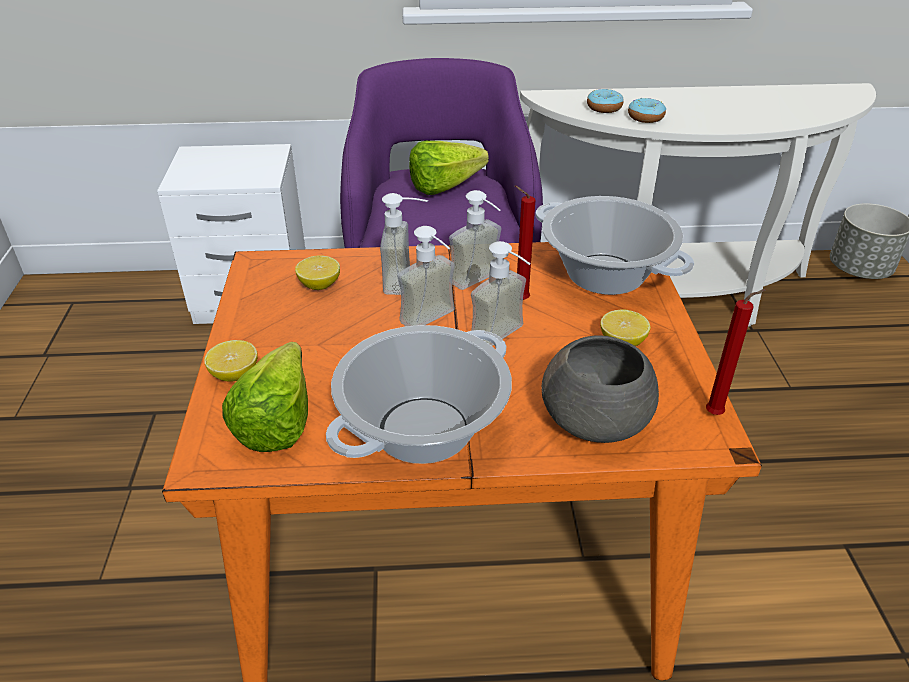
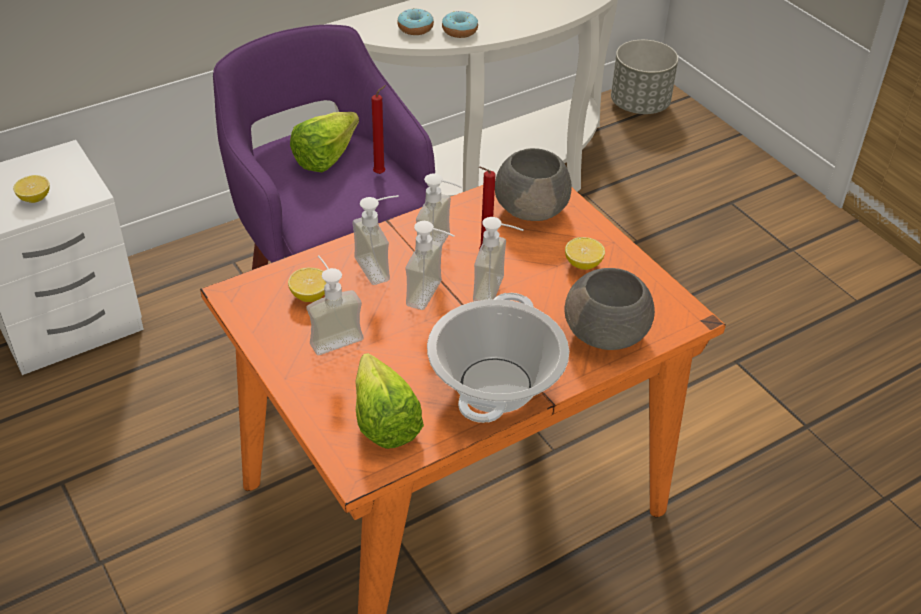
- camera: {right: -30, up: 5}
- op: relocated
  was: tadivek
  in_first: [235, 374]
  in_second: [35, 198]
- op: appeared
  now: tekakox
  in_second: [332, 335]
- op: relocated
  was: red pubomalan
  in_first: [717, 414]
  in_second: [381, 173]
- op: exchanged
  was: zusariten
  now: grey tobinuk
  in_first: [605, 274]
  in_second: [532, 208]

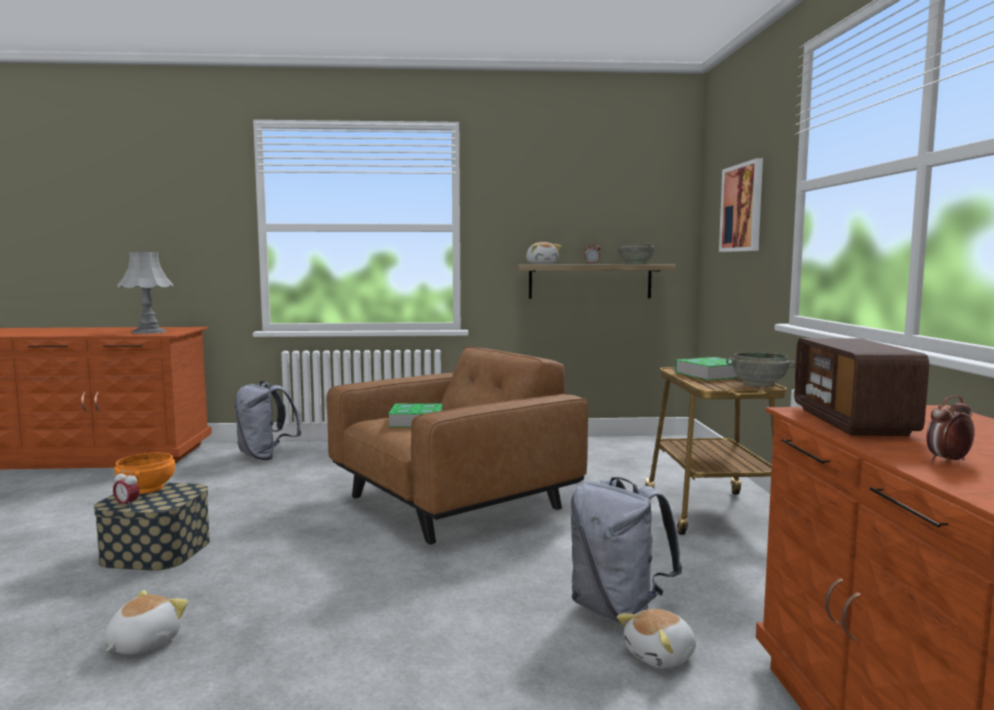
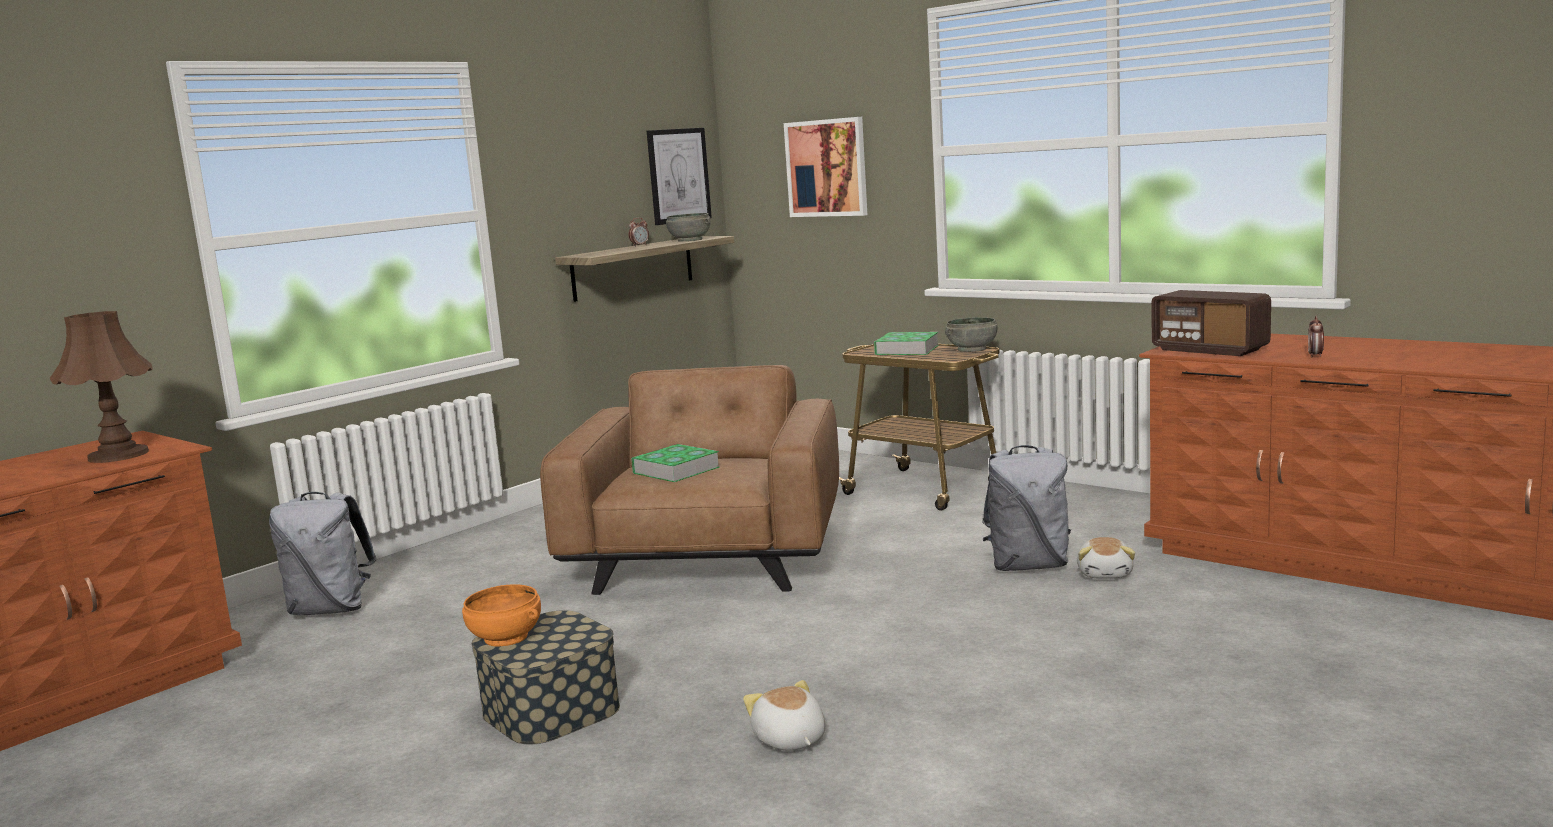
- camera: {right: -45, up: 5}
- op: colour
  was: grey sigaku
  now: brown sigaku
  in_first: [149, 332]
  in_second: [119, 455]
- op: appeared
  now: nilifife
  in_second: [678, 175]
- op: missing
  was: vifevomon
  in_first: [127, 505]
- op: missing
  was: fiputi
  in_first: [542, 264]

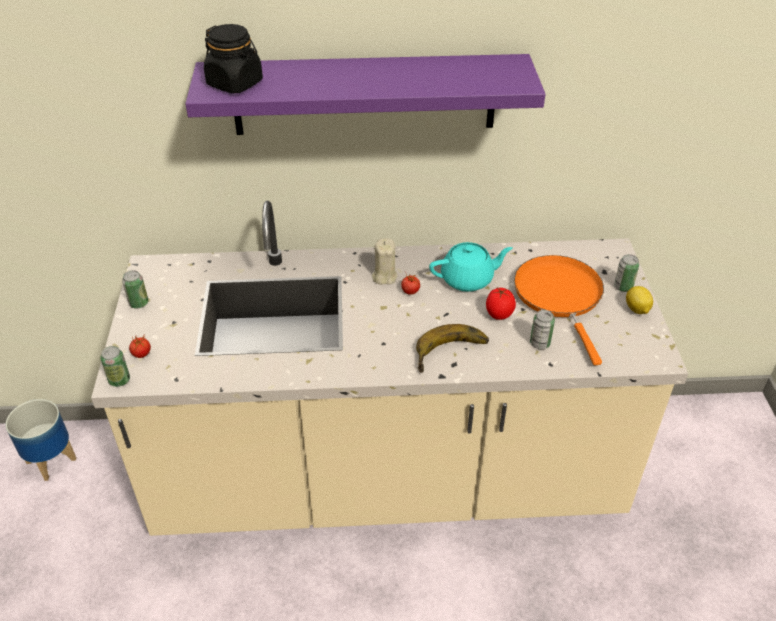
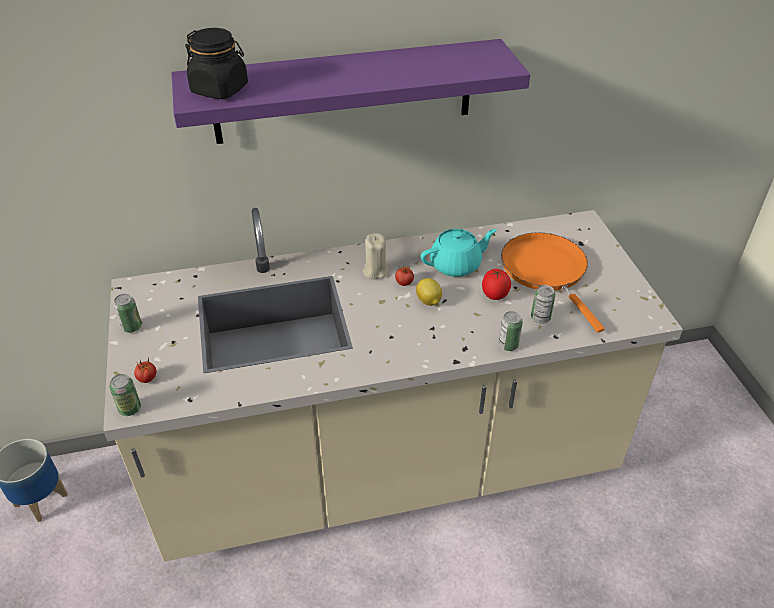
- camera: {right: -10, up: 0}
- op: relocated
  was: tadivek
  in_first: [637, 310]
  in_second: [428, 301]
- op: relocated
  was: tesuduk
  in_first: [623, 287]
  in_second: [508, 345]
- op: missing
  was: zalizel
  in_first: [452, 354]

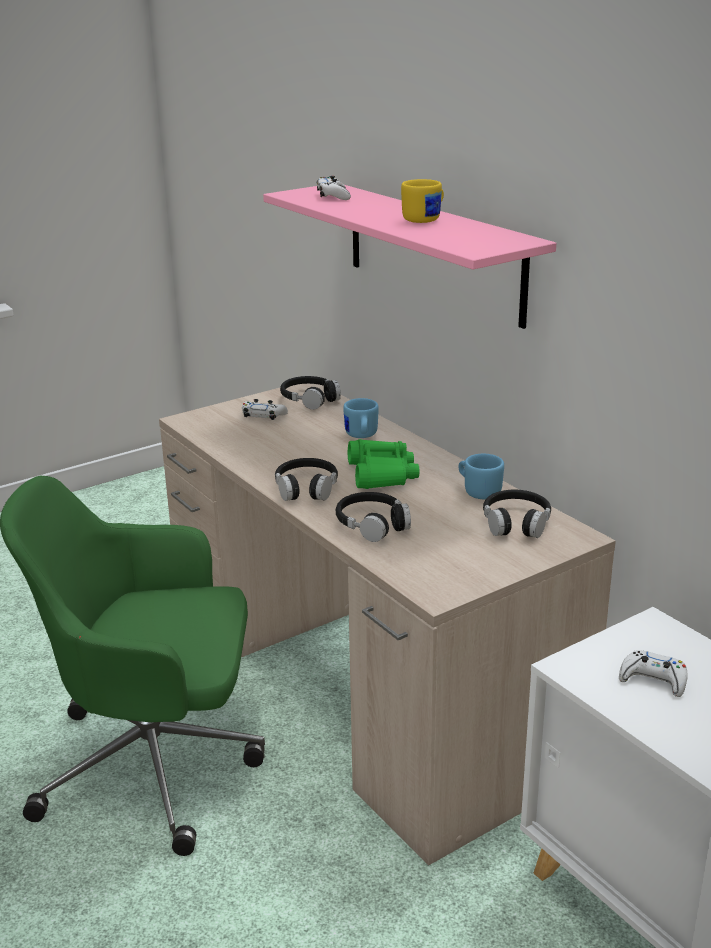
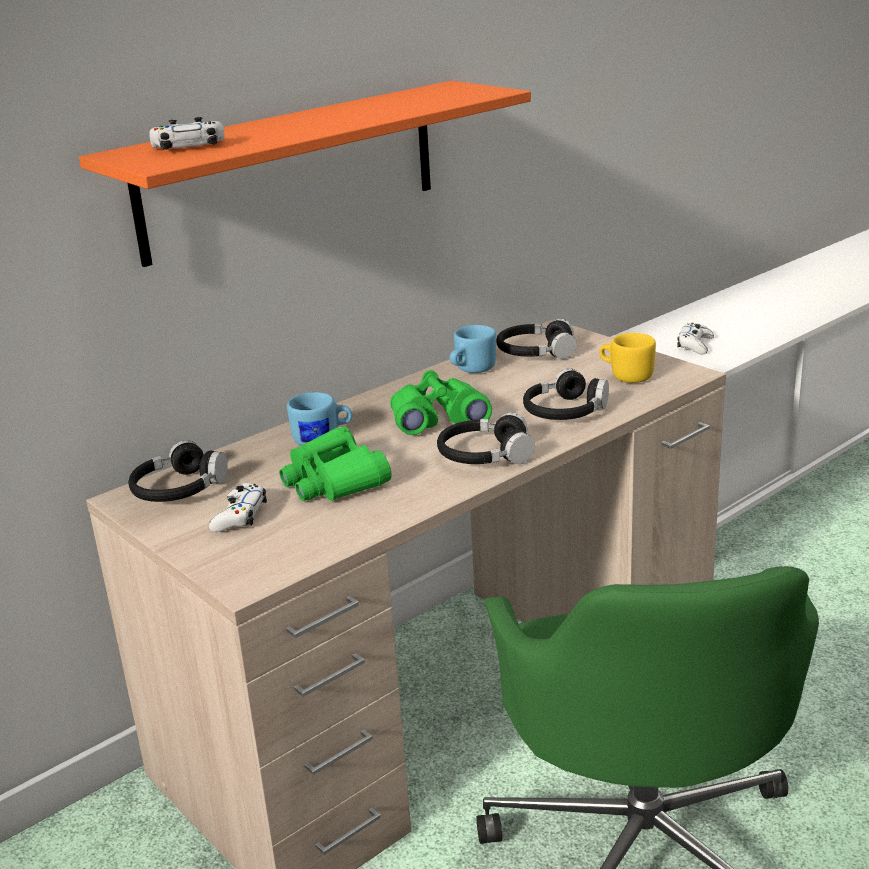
- camera: {right: -95, up: 0}
- op: colour
  was: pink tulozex
  now: orange tulozex
  in_first: [433, 252]
  in_second: [291, 170]
- op: appeared
  now: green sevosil
  in_second: [333, 480]
- op: relocated
  was: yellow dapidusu
  in_first: [425, 219]
  in_second: [626, 376]

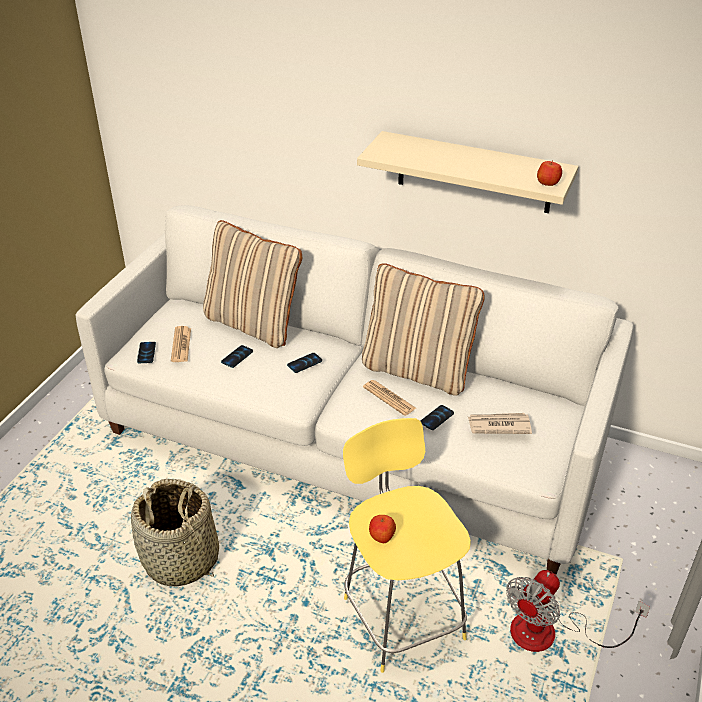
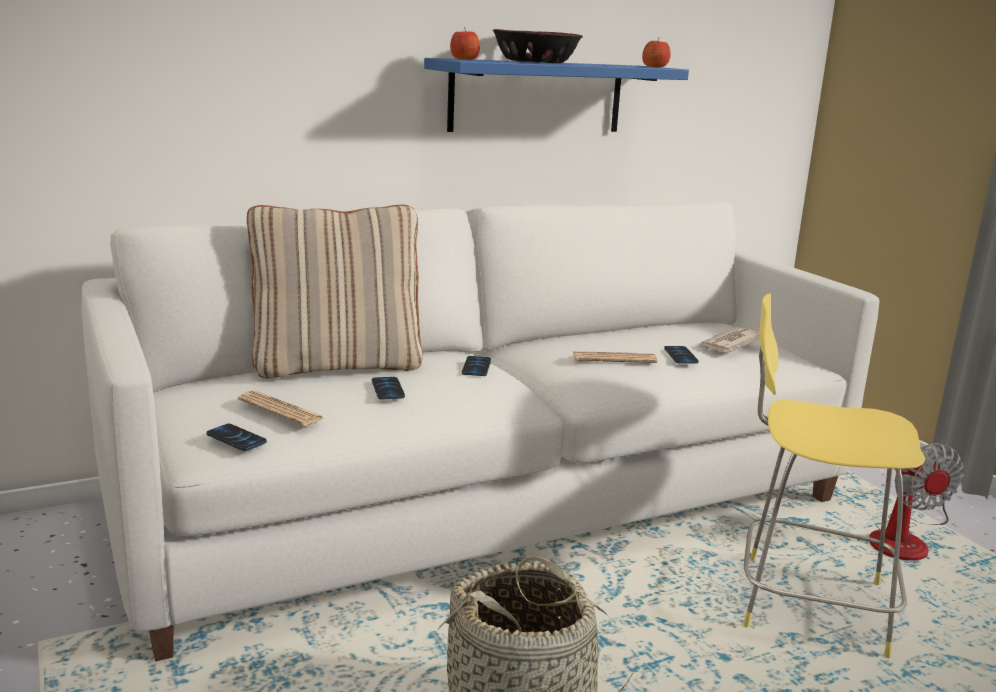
- camera: {right: -50, up: -20}
- op: colour
  was: beige tulozex
  now: blue tulozex
  in_first: [474, 173]
  in_second: [537, 97]
- op: relocated
  was: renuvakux
  in_first: [382, 535]
  in_second: [464, 59]
- op: appeared
  now: tobinuk
  in_second: [536, 62]
- op: missing
  was: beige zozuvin
  in_first: [418, 370]

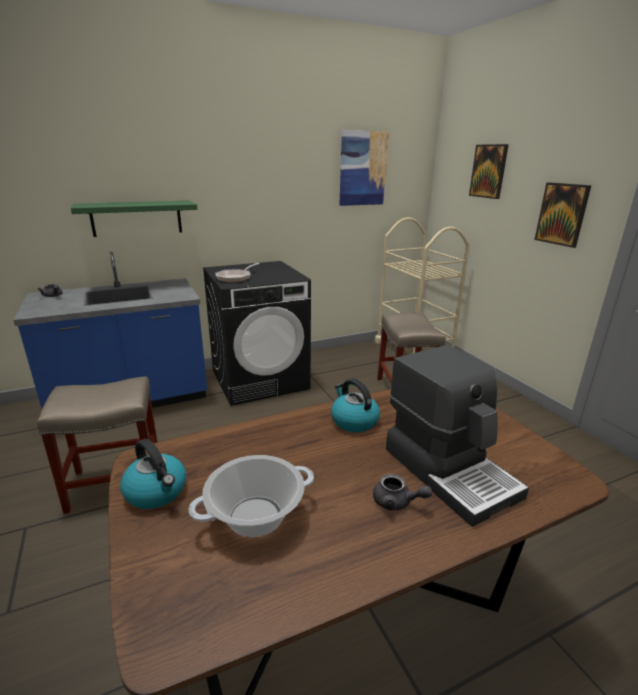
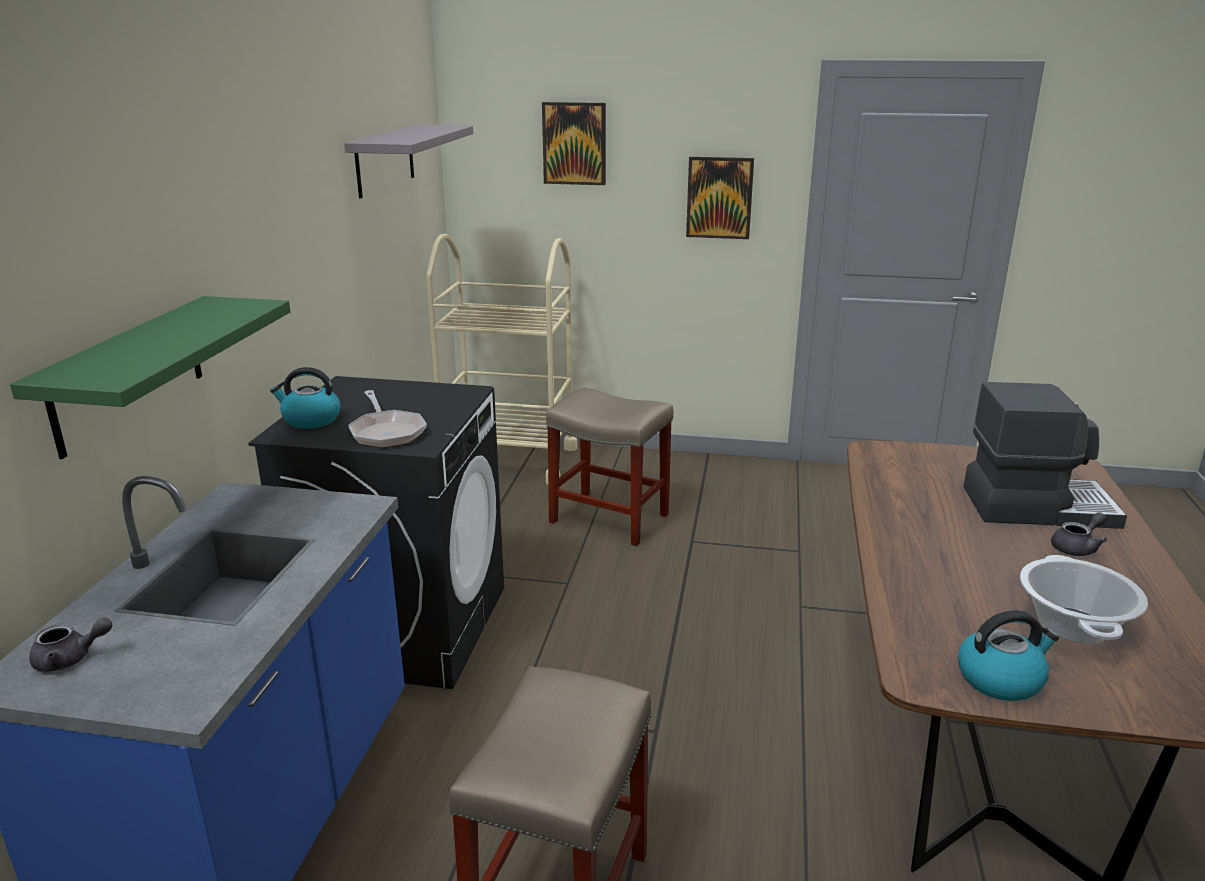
- camera: {right: -55, up: 0}
- op: relocated
  was: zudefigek
  in_first: [353, 421]
  in_second: [310, 420]
- op: exchanged
  was: nilifife
  now: grey tulozex
  in_first: [363, 169]
  in_second: [385, 160]

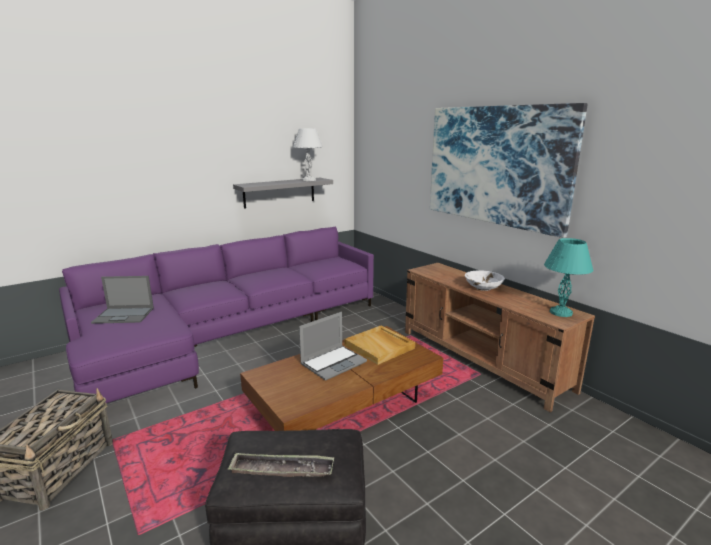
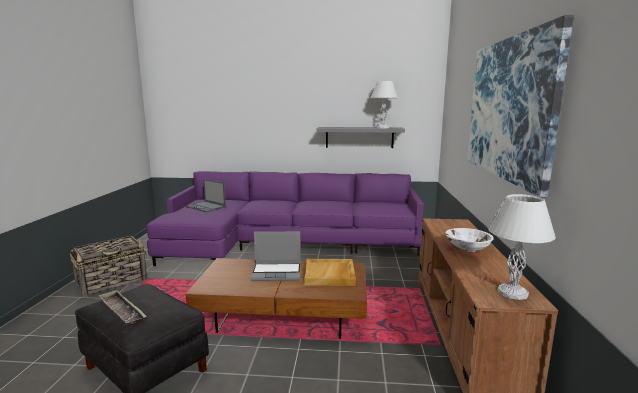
- camera: {right: 40, up: -5}
- op: colour
  was: turquoise sigaku
  now: white sigaku
  in_first: [560, 312]
  in_second: [513, 292]

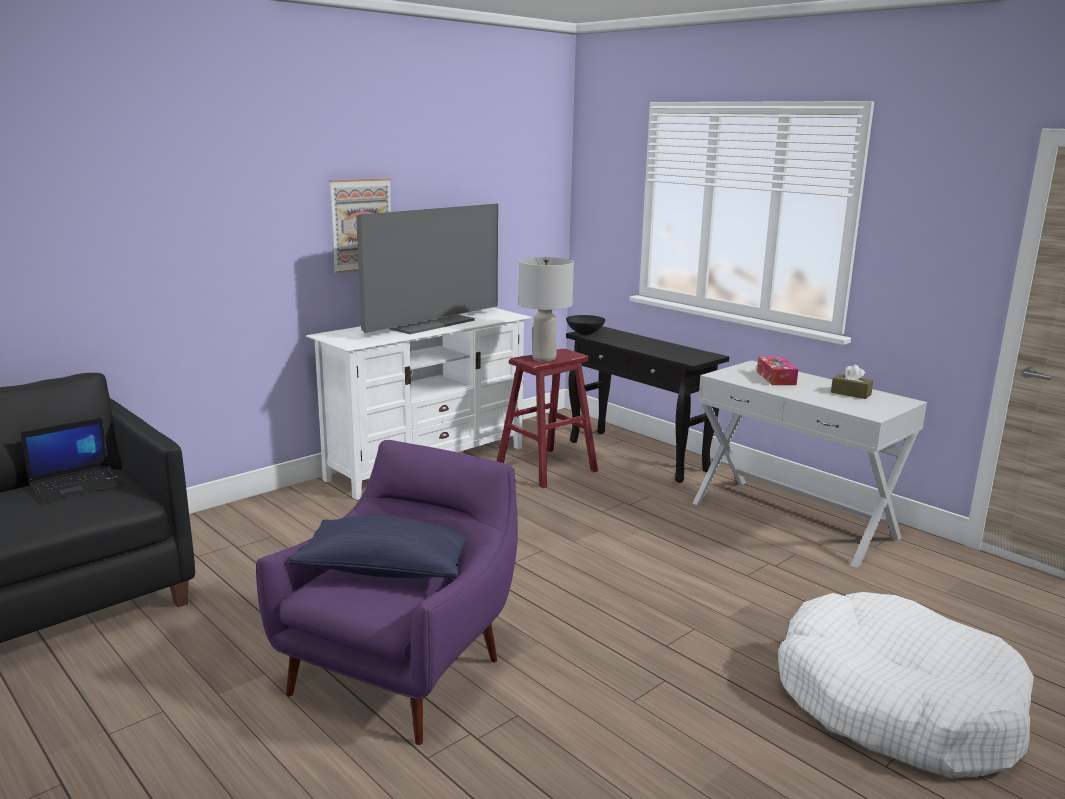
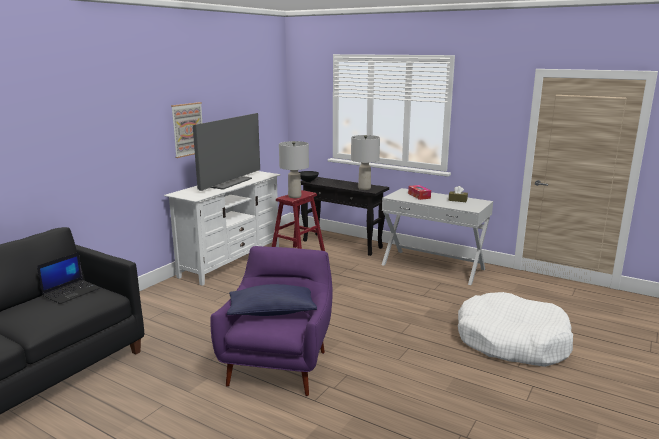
- camera: {right: -15, up: 0}
- op: appeared
  now: grey sigaku
  in_second: [364, 188]

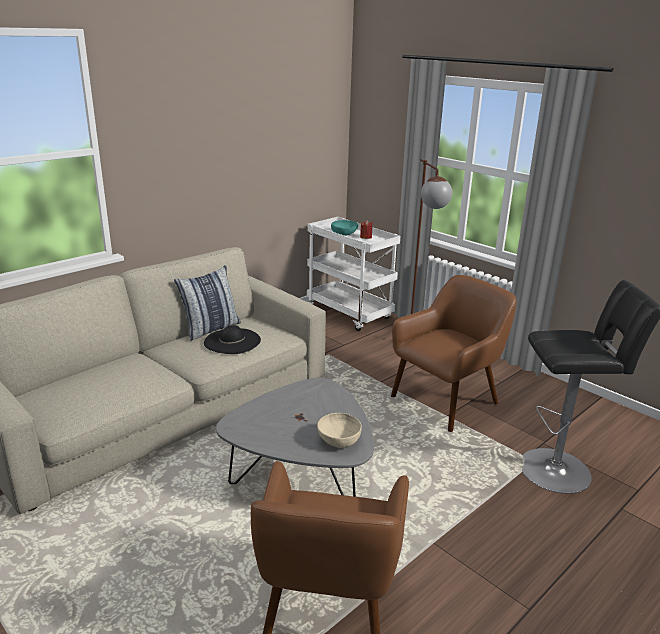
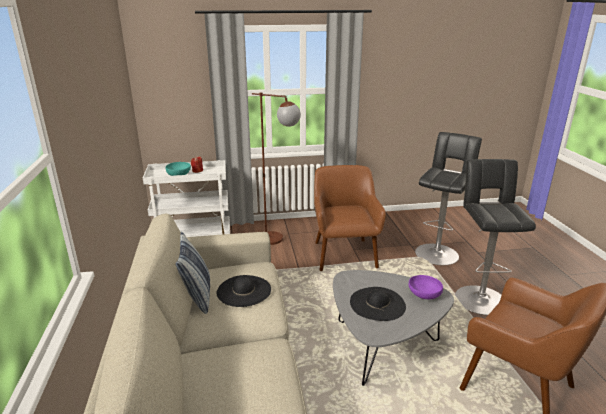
- camera: {right: -55, up: 0}
- op: appeared
  now: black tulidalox
  in_second: [377, 303]
- op: colour
  was: beige tobinuk
  now: purple tobinuk
  in_first: [338, 440]
  in_second: [423, 295]
- op: appeared
  now: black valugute
  in_second: [479, 297]

